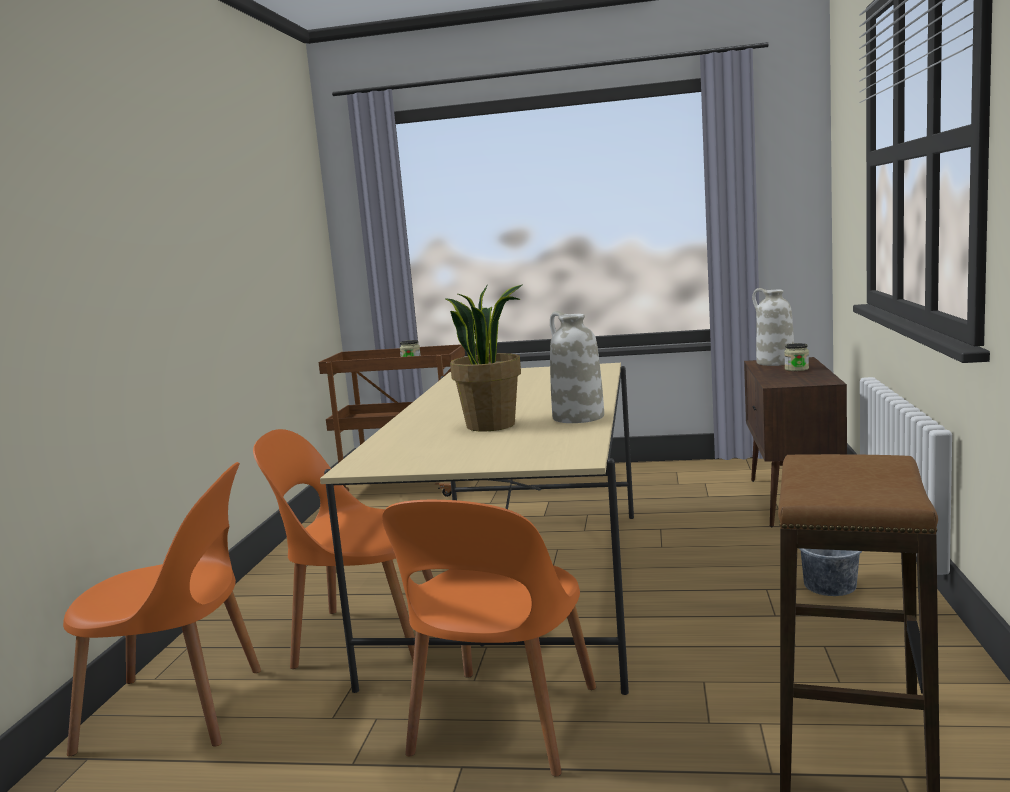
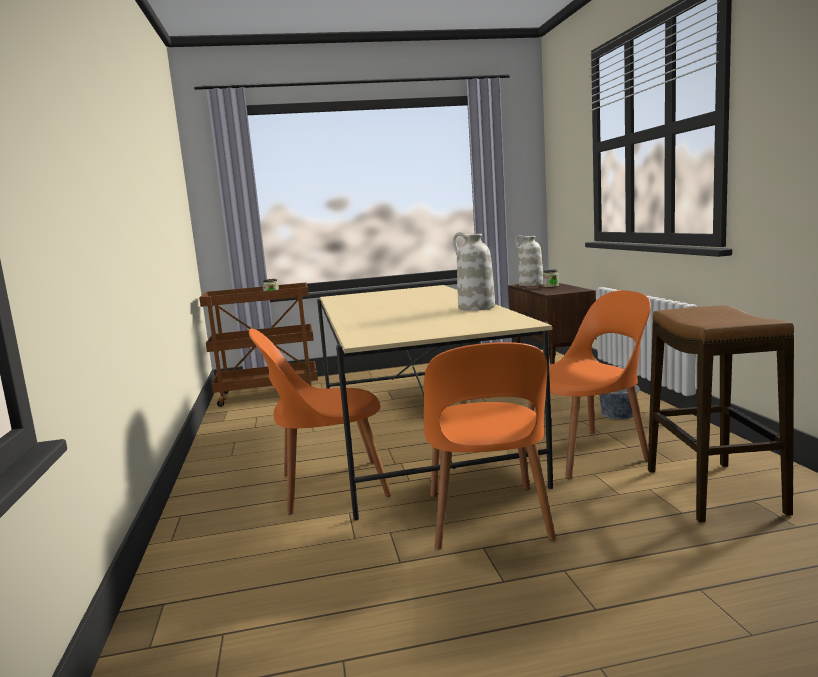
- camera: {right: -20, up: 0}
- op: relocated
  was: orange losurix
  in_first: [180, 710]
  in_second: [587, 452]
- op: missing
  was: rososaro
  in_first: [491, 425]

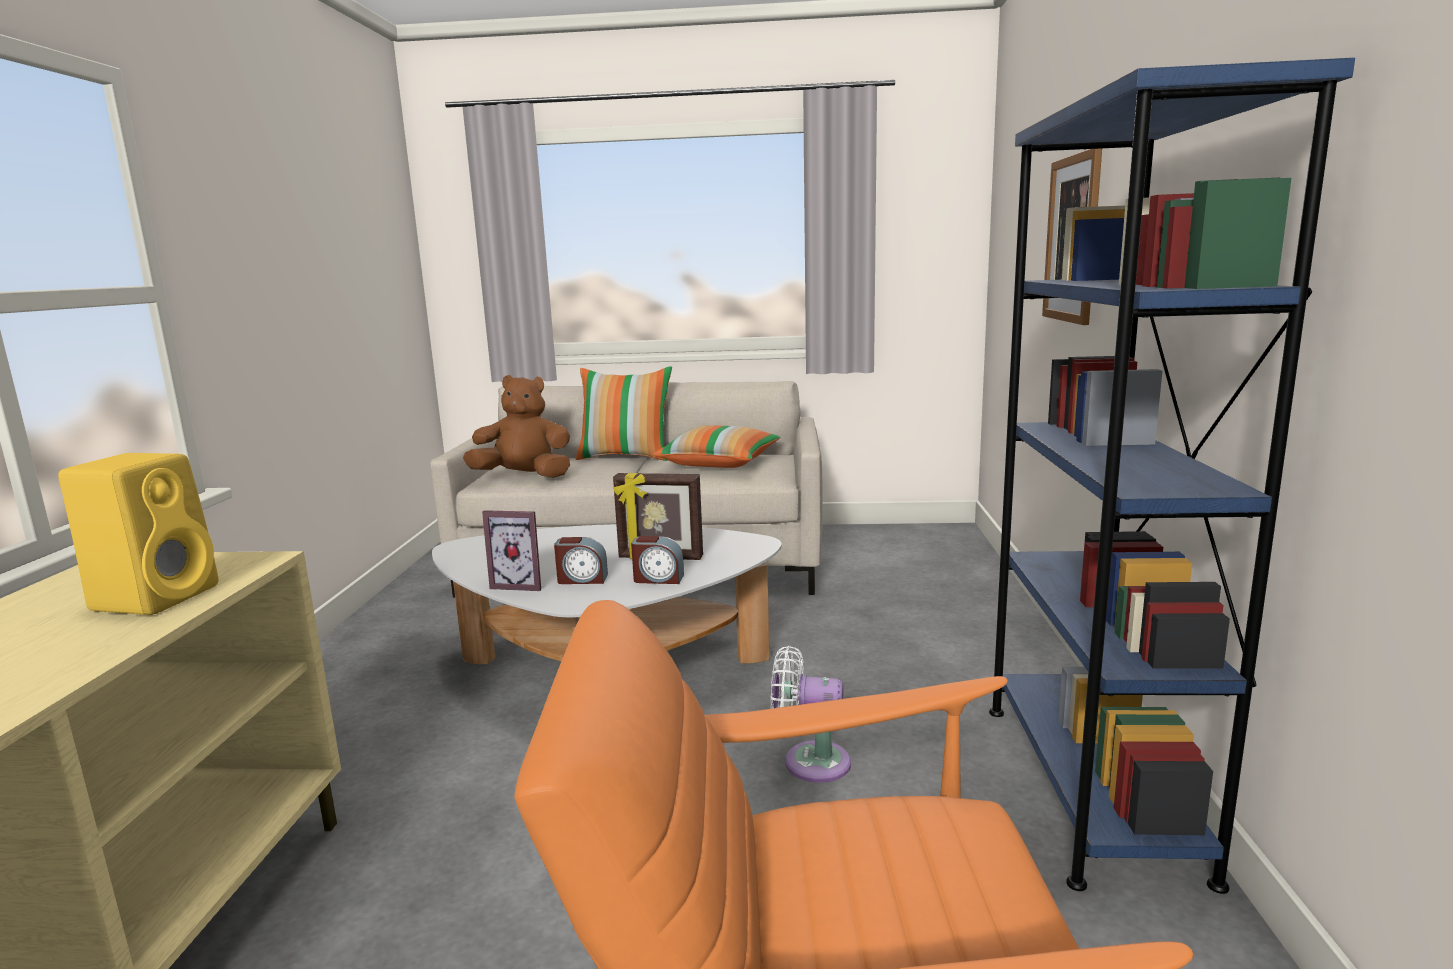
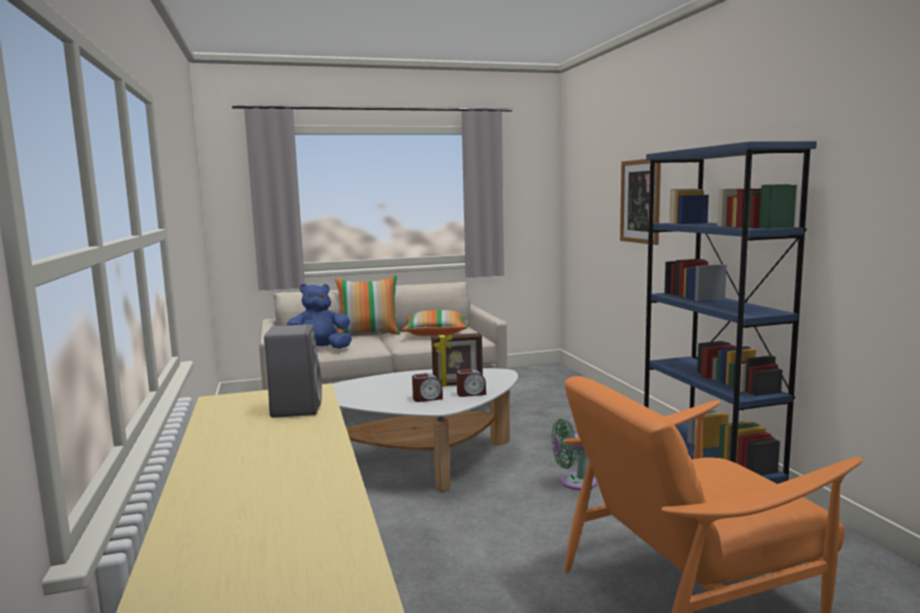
- camera: {right: -20, up: -5}
- op: colour
  was: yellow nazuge
  now: grey nazuge
  in_first: [158, 597]
  in_second: [296, 408]
- op: colour
  was: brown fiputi
  now: blue fiputi
  in_first: [524, 477]
  in_second: [319, 349]
- op: colour
  was: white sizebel
  now: green sizebel
  in_first: [809, 762]
  in_second: [574, 482]
- op: missing
  was: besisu
  in_first: [521, 584]

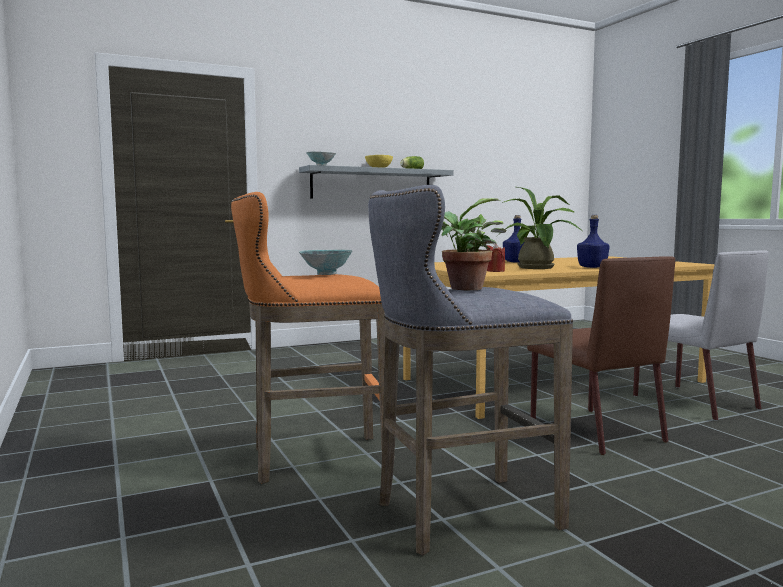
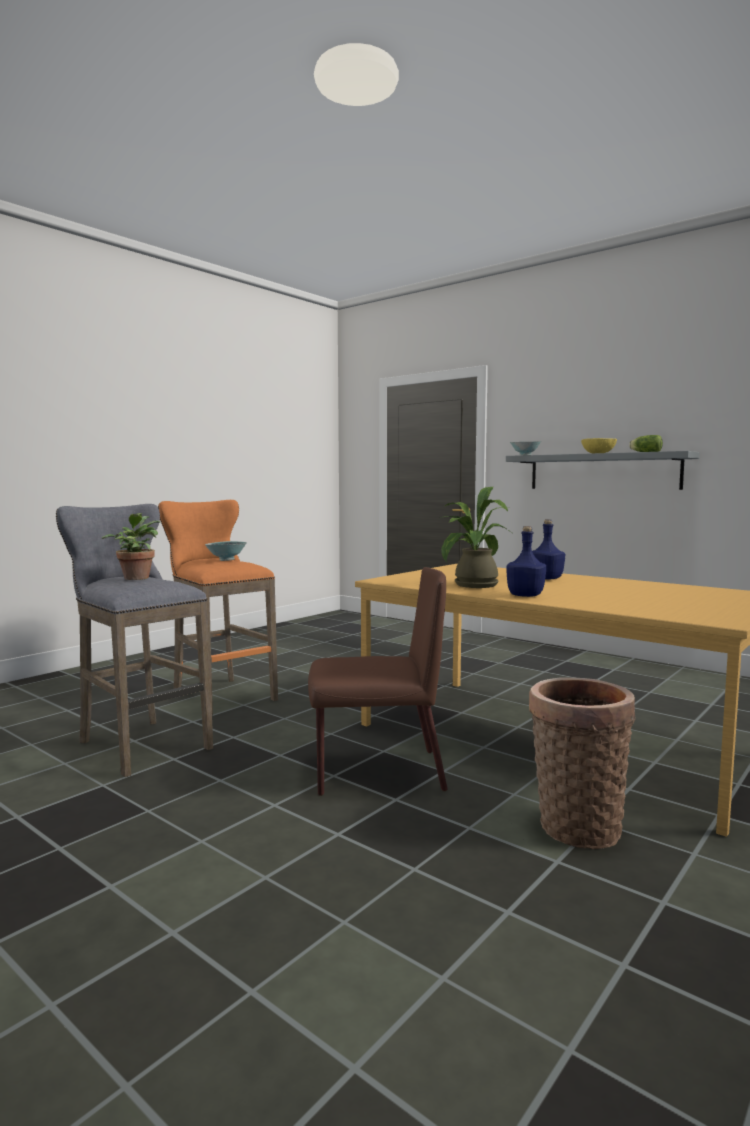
- camera: {right: 65, up: 0}
- op: spun
  was: brown losurix
  in_first: [593, 430]
  in_second: [376, 772]
  clockwise: -135
- op: exchanged
  was: grey losurix
  now: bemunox
  in_first: [692, 401]
  in_second: [576, 825]
- op: missing
  was: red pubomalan
  in_first: [495, 271]

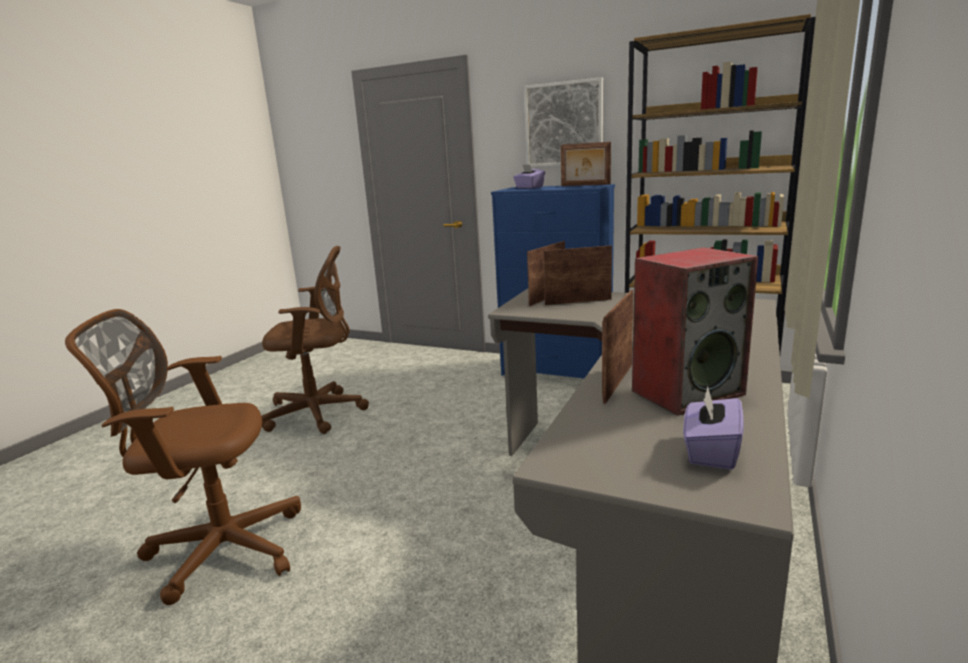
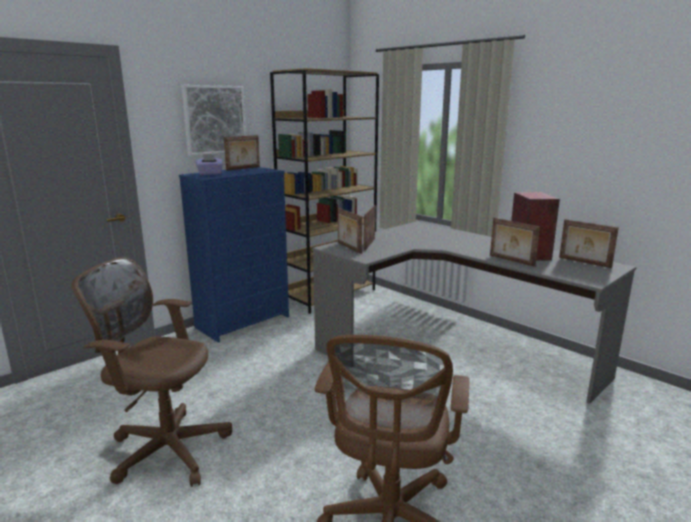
- camera: {right: -70, up: 0}
- op: spun
  was: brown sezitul
  in_first: [319, 413]
  in_second: [165, 448]
  clockwise: -90
- op: exchanged
  was: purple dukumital
  now: besisu
  in_first: [710, 451]
  in_second: [584, 262]

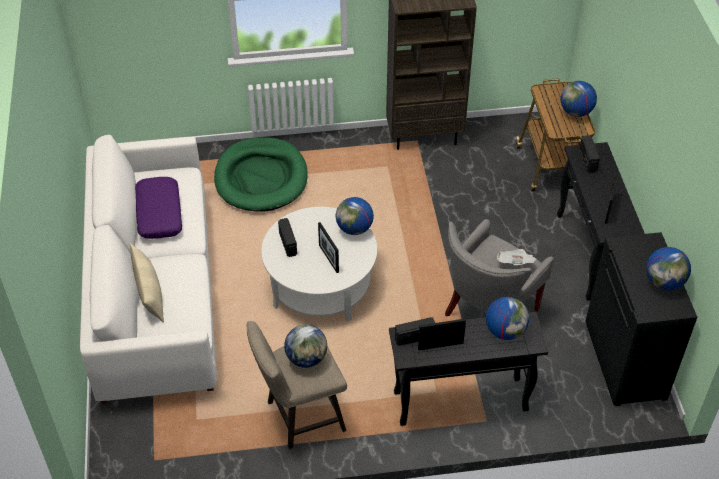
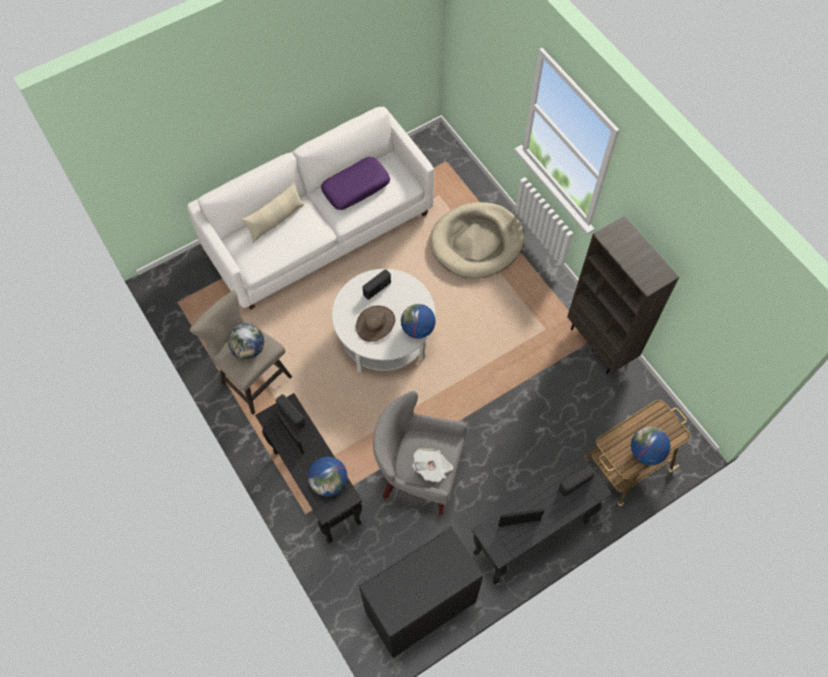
- camera: {right: 65, up: 15}
- op: exchanged
  was: besisu
  now: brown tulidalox
  in_first: [328, 258]
  in_second: [375, 324]
- op: colour
  was: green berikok
  now: beige berikok
  in_first: [261, 178]
  in_second: [477, 242]
- op: missing
  was: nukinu
  in_first: [664, 282]

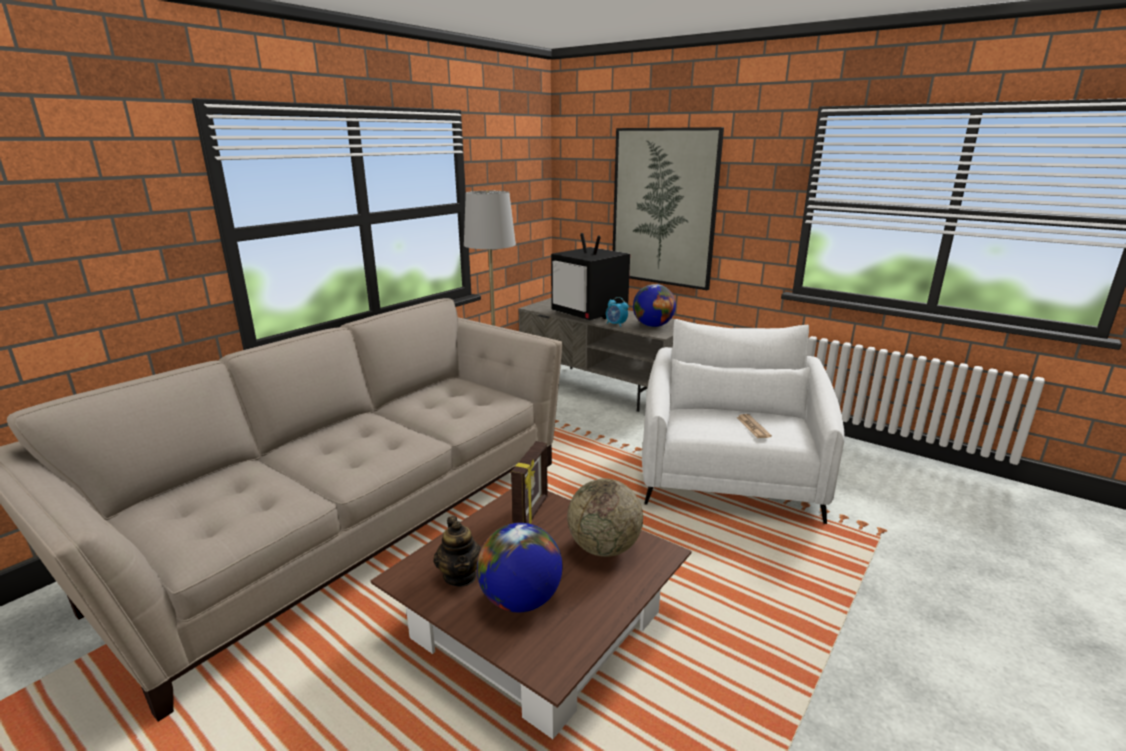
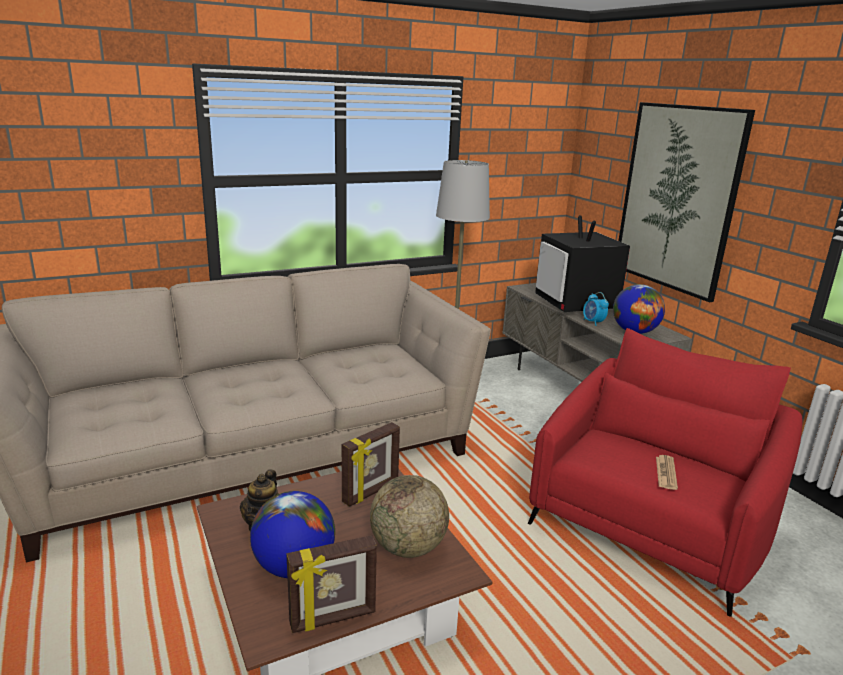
- camera: {right: 25, up: 0}
- op: appeared
  now: besisu
  in_second: [333, 619]
- op: colour
  was: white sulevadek
  now: red sulevadek
  in_first: [730, 478]
  in_second: [649, 527]

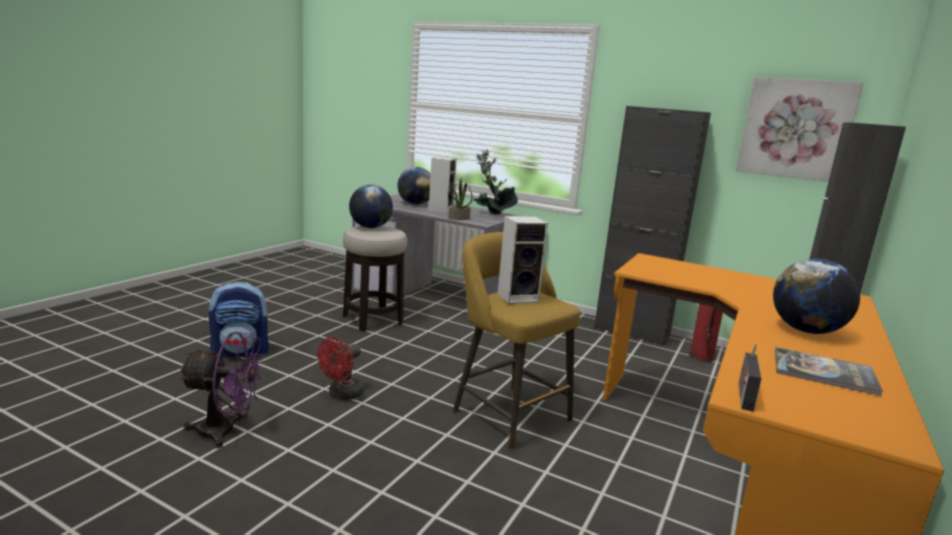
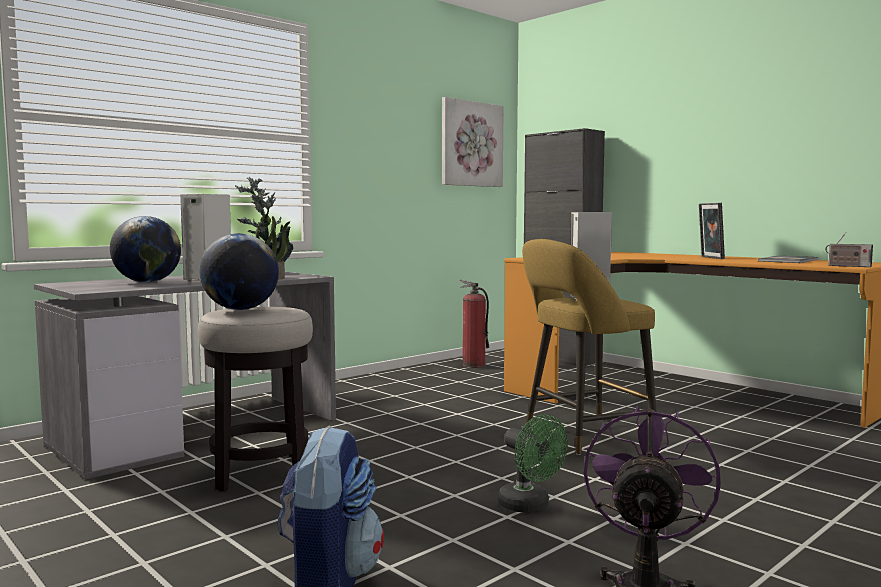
- camera: {right: -70, up: -10}
- op: colour
  was: red sizebel
  now: green sizebel
  in_first: [342, 395]
  in_second: [530, 506]
- op: exchanged
  was: nukinu
  now: besisu
  in_first: [806, 331]
  in_second: [710, 258]
- op: missing
  was: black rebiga
  in_first: [631, 332]

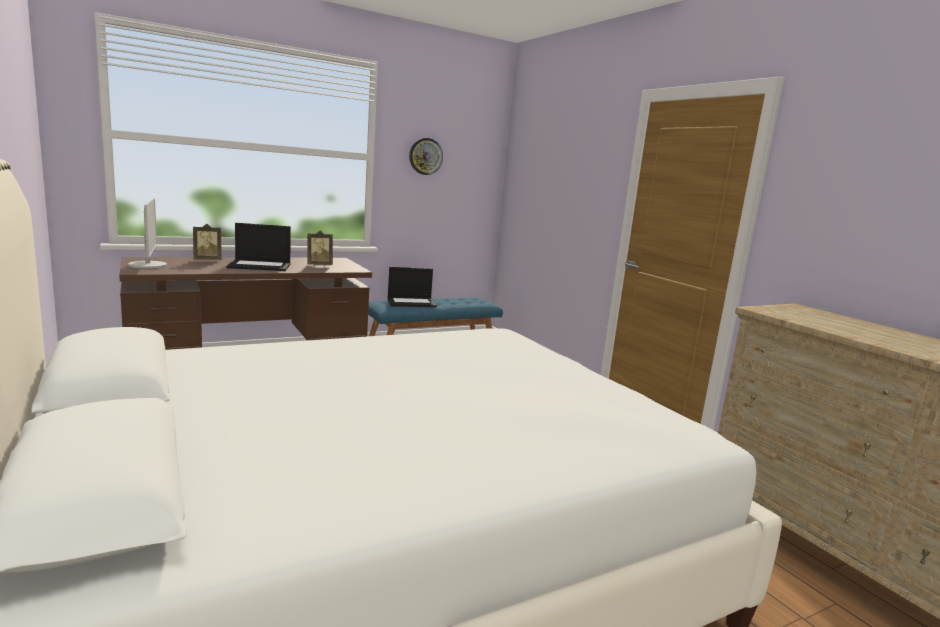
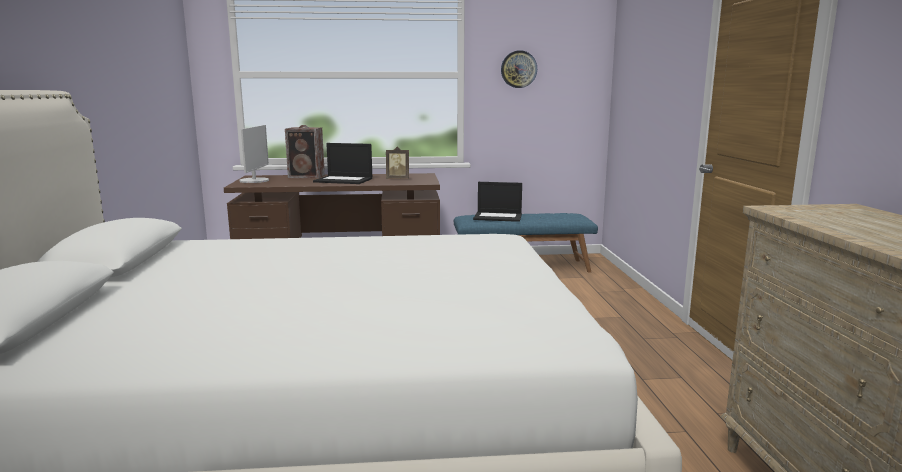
- camera: {right: 25, up: 0}
- op: exchanged
  was: besisu
  now: nazuge
  in_first: [207, 260]
  in_second: [307, 176]

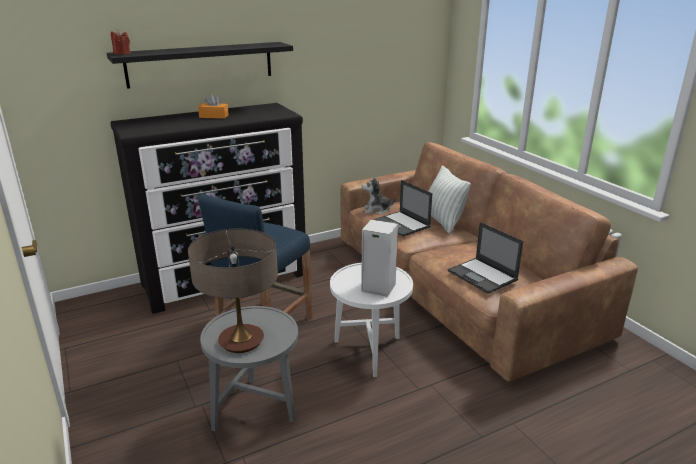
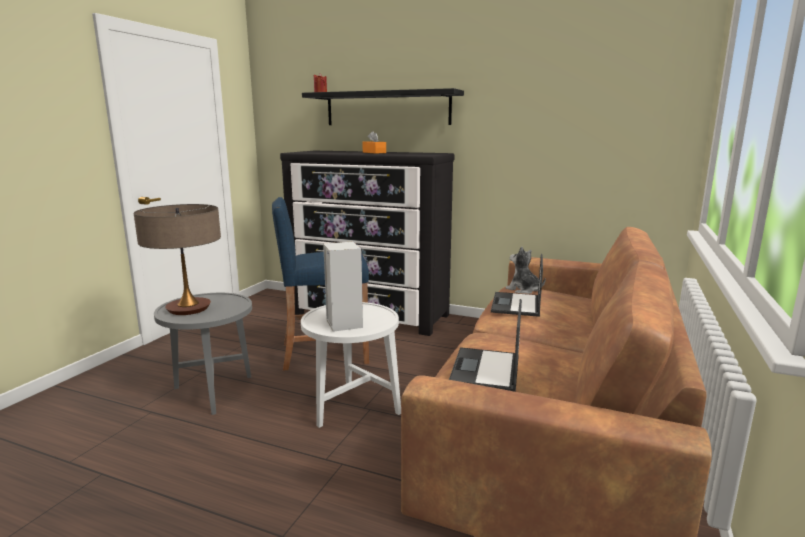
- camera: {right: 50, up: -10}
- op: missing
  was: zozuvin
  in_first: [443, 222]

